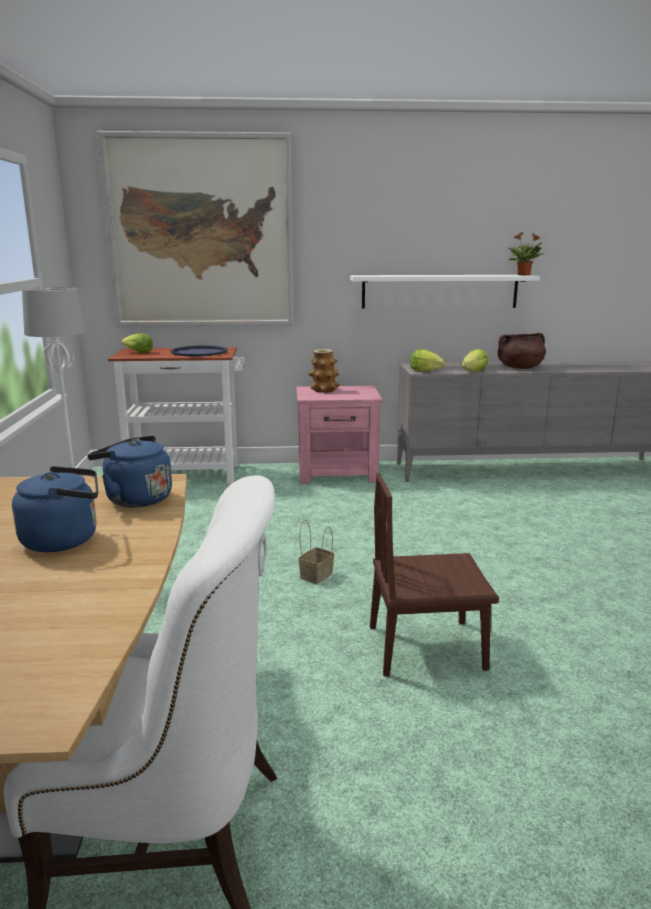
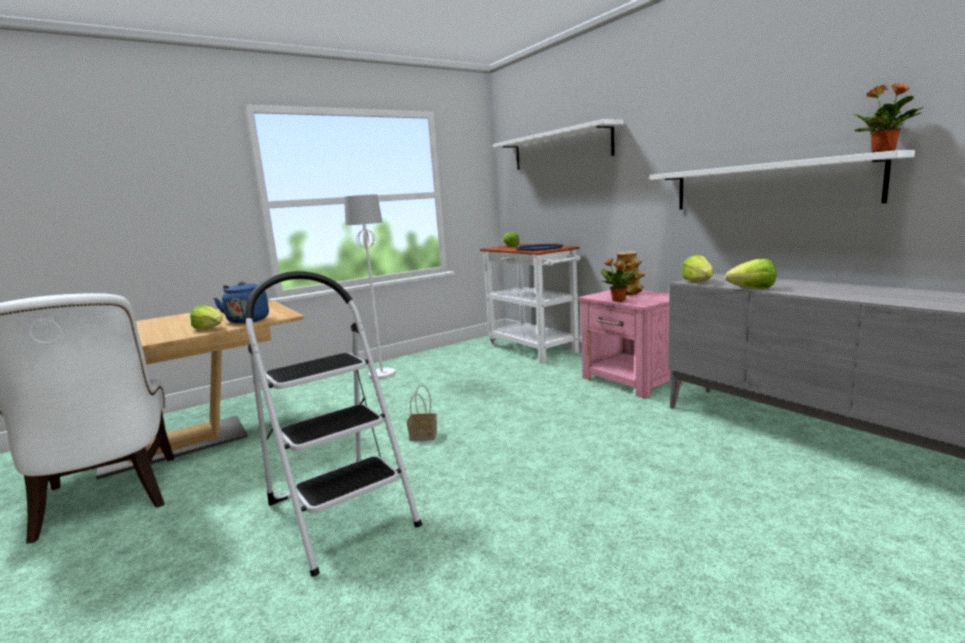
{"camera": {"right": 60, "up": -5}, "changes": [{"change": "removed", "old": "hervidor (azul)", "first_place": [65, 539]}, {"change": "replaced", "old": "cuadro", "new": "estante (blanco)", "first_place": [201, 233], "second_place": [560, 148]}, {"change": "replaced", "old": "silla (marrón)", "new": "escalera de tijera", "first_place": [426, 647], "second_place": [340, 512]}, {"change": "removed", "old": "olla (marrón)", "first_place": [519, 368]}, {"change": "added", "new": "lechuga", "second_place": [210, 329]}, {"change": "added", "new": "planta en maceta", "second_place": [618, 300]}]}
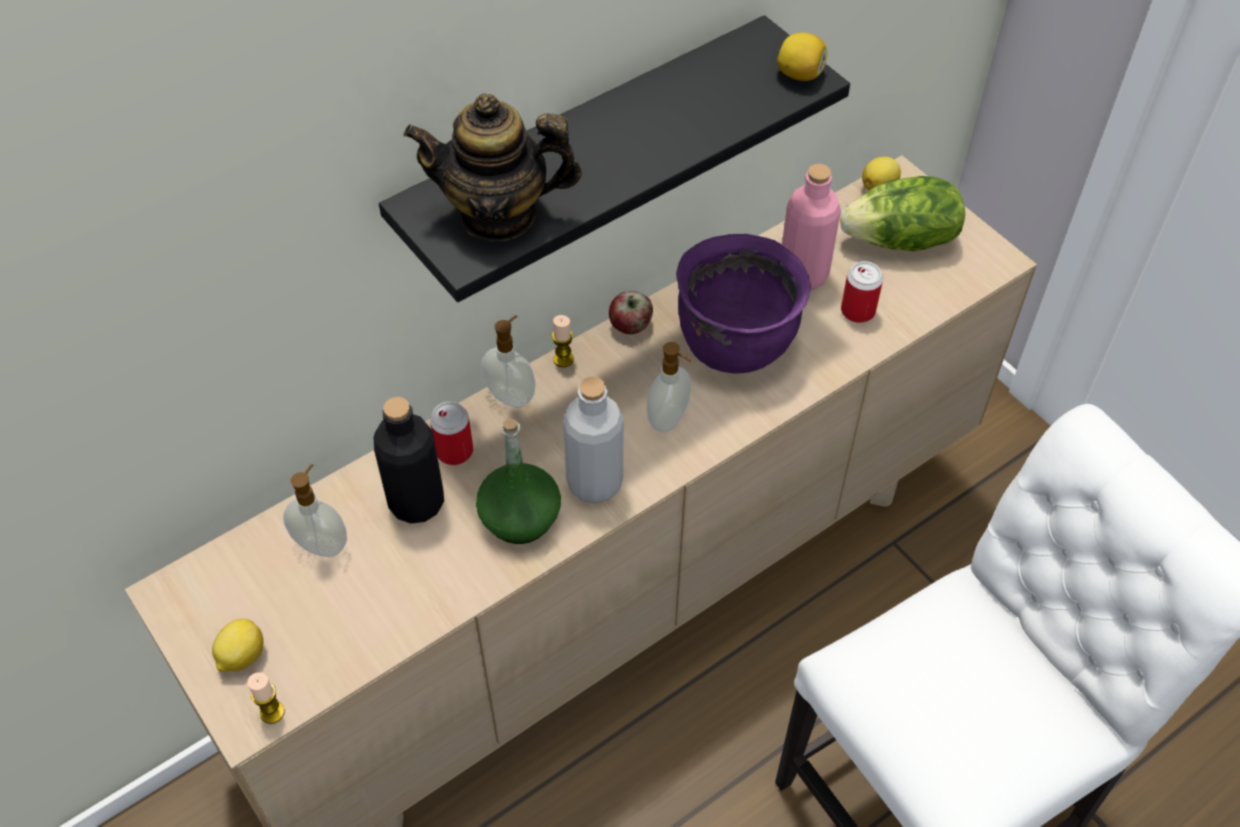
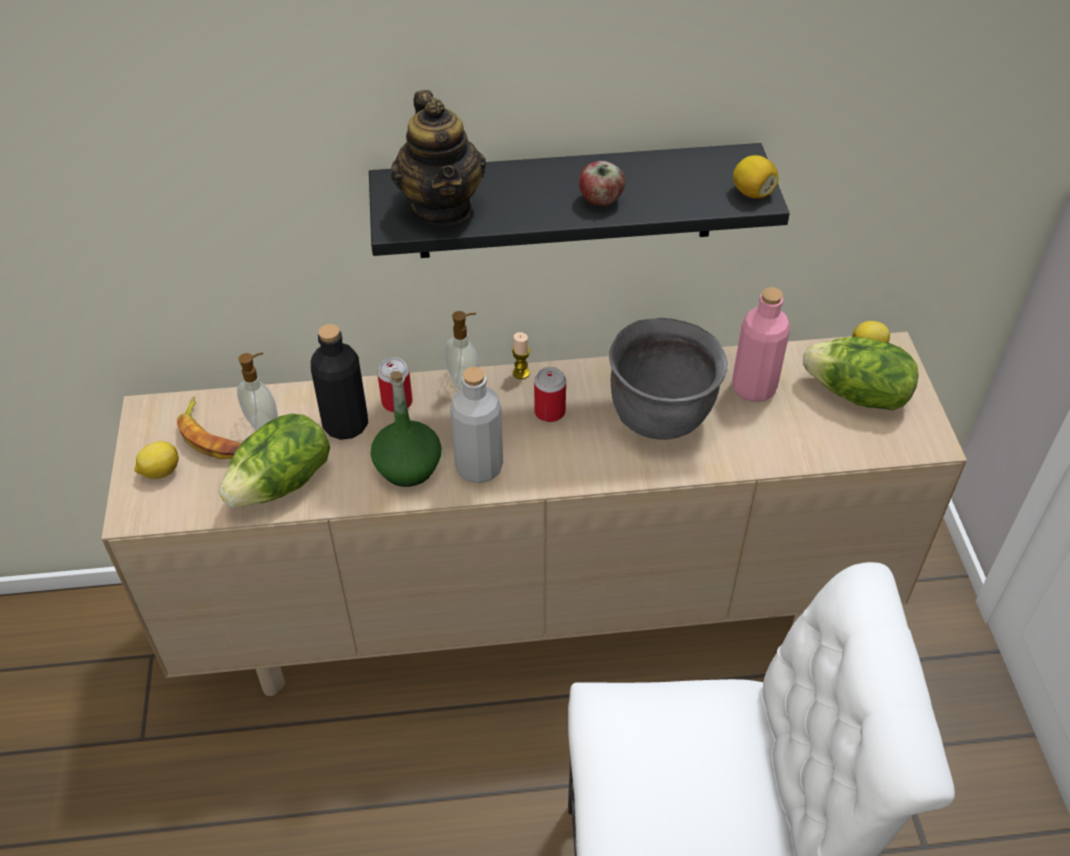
{"camera": {"right": 30, "up": -5}, "changes": [{"change": "removed", "old": "vela", "first_place": [272, 712]}, {"change": "turned", "old": "tetera", "first_place": [498, 214], "second_place": [442, 207], "degrees": -135}, {"change": "moved", "old": "manzana", "first_place": [630, 326], "second_place": [600, 200]}, {"change": "removed", "old": "dispensador de jabón", "first_place": [669, 419]}, {"change": "recoloured", "old": "olla (morado)", "new": "olla (gris)", "first_place": [735, 343], "second_place": [661, 415]}, {"change": "moved", "old": "lata", "first_place": [858, 311], "second_place": [549, 412]}, {"change": "added", "new": "plátano", "second_place": [213, 436]}, {"change": "added", "new": "lechuga", "second_place": [282, 483]}]}
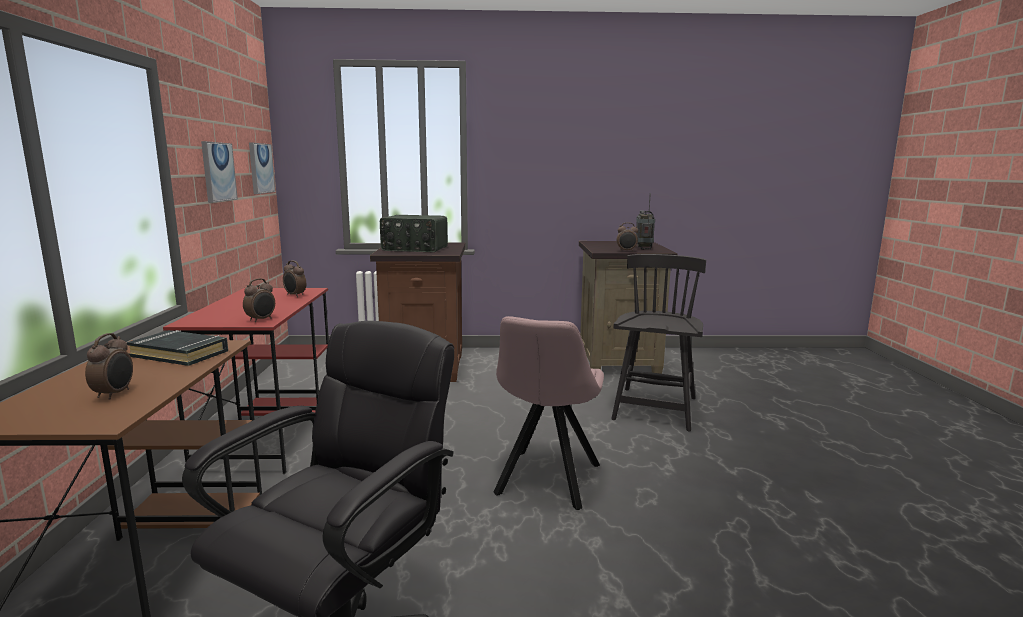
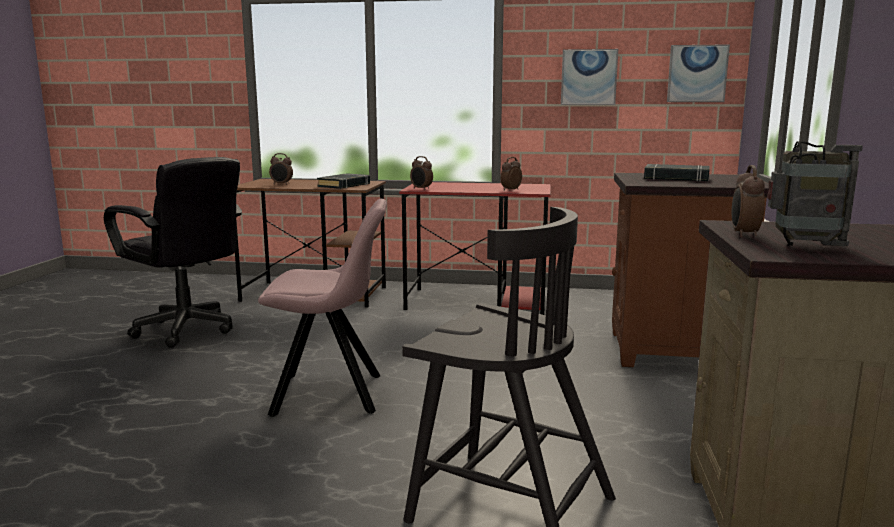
{"camera": {"right": 100, "up": 0}, "changes": [{"change": "replaced", "old": "radio", "new": "libro (negro)", "first_place": [414, 249], "second_place": [676, 178]}, {"change": "turned", "old": "silla (rosa)", "first_place": [547, 479], "second_place": [329, 394], "degrees": 150}]}
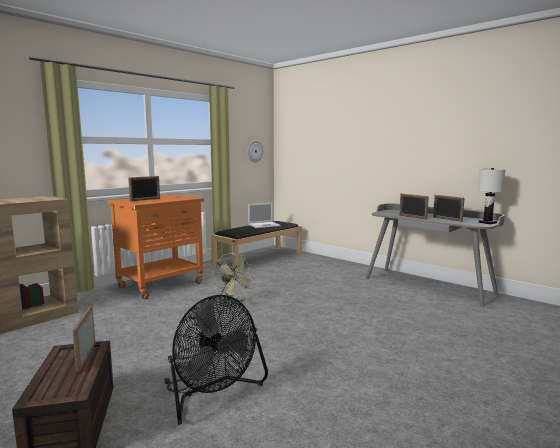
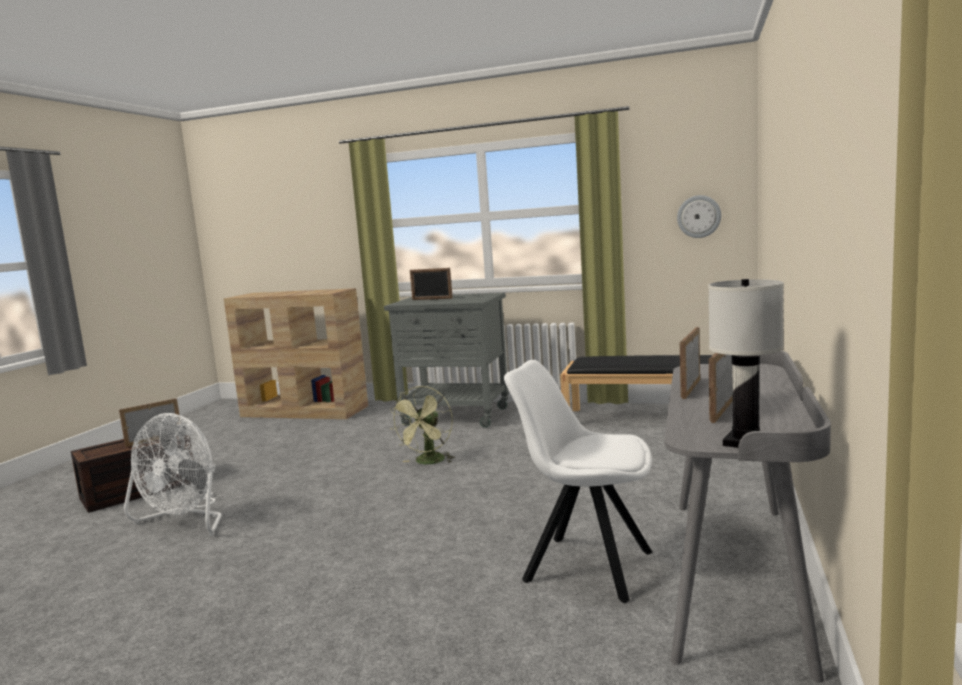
{"camera": {"right": 65, "up": 0}, "changes": [{"change": "recoloured", "old": "carrito (naranja)", "new": "carrito (gris)", "first_place": [161, 285], "second_place": [457, 417]}, {"change": "recoloured", "old": "ventilador (negro)", "new": "ventilador (blanco)", "first_place": [209, 395], "second_place": [186, 519]}, {"change": "removed", "old": "portátil", "first_place": [264, 225]}, {"change": "added", "new": "silla (blanco)", "second_place": [587, 567]}]}
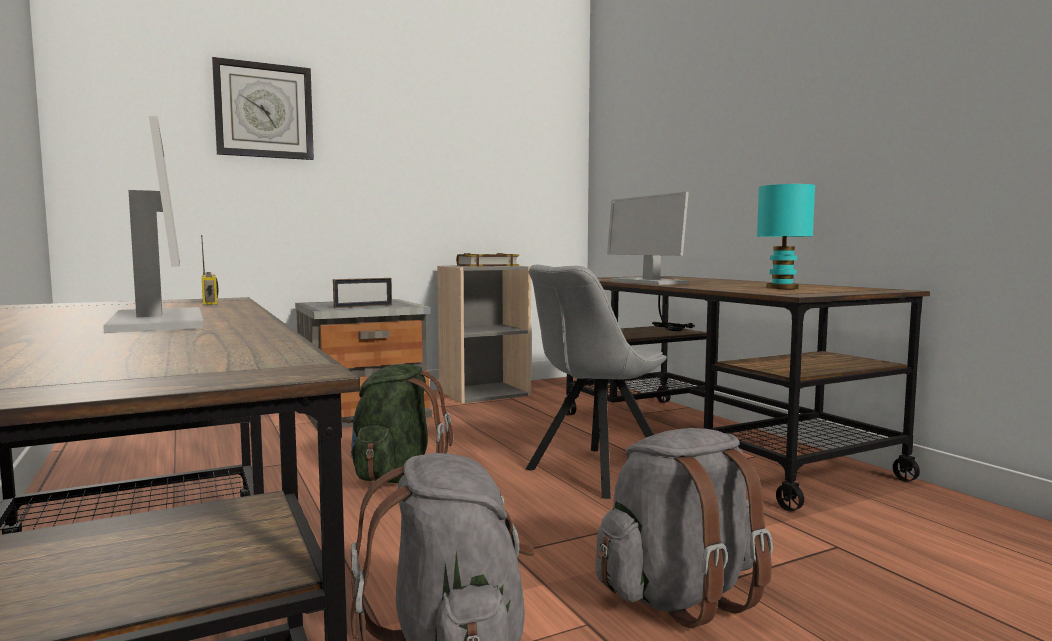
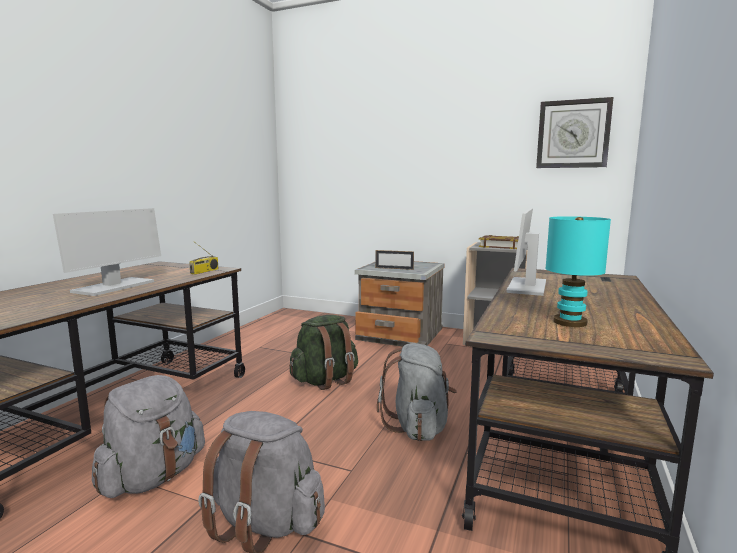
{"camera": {"right": 50, "up": 5}, "changes": [{"change": "moved", "old": "reloj de pared", "first_place": [264, 111], "second_place": [573, 134]}, {"change": "replaced", "old": "silla (gris)", "new": "mochila (gris)", "first_place": [596, 472], "second_place": [418, 427]}]}
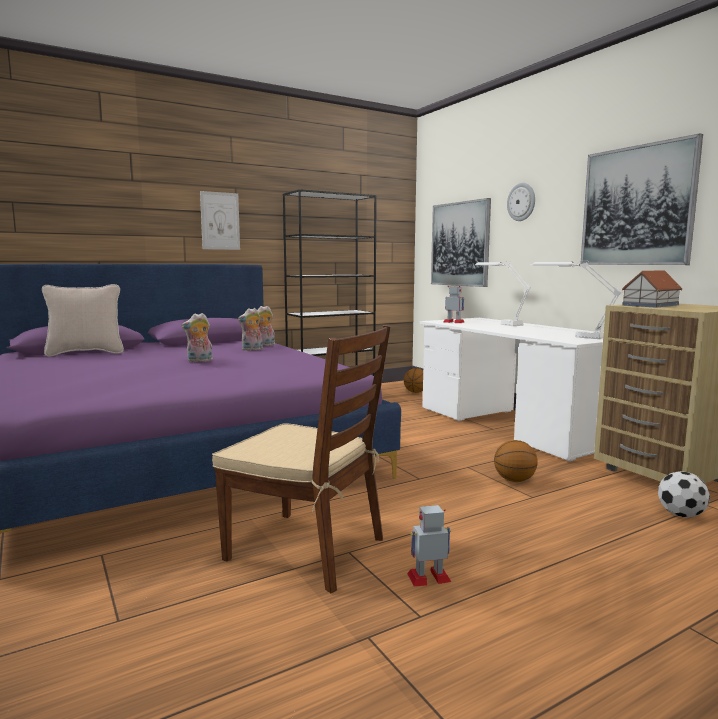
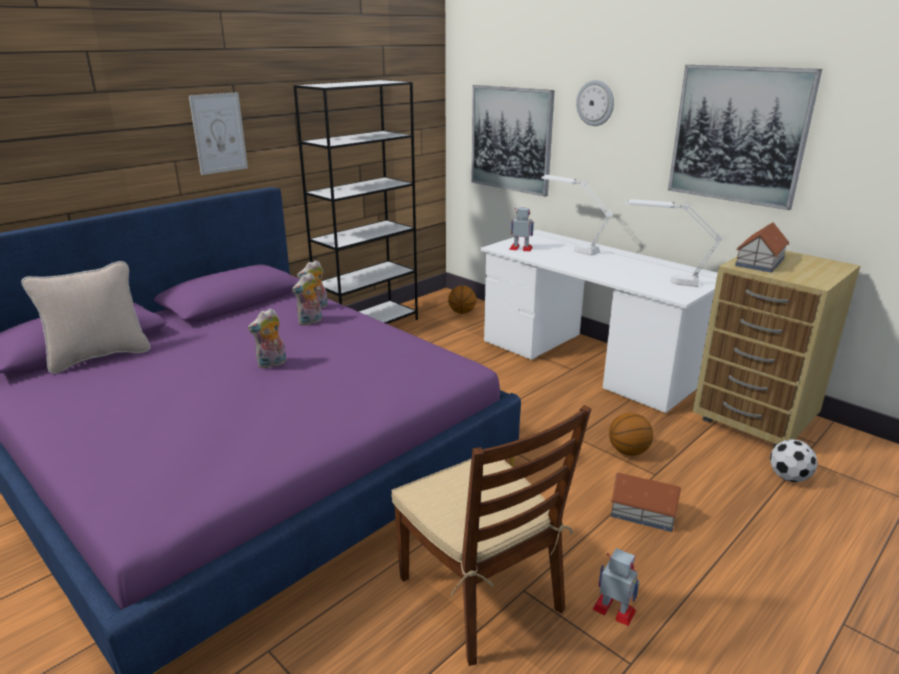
{"camera": {"right": -15, "up": 15}, "changes": [{"change": "turned", "old": "silla (marrón)", "first_place": [307, 549], "second_place": [481, 594], "degrees": 45}, {"change": "turned", "old": "robot de juguete", "first_place": [429, 577], "second_place": [614, 610], "degrees": 60}, {"change": "added", "new": "casita", "second_place": [644, 512]}]}
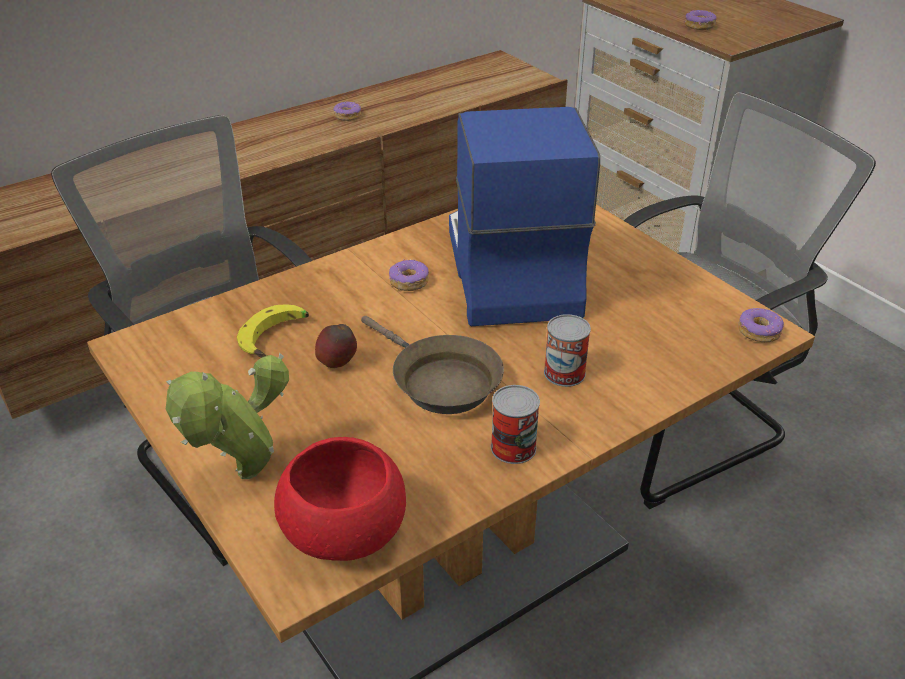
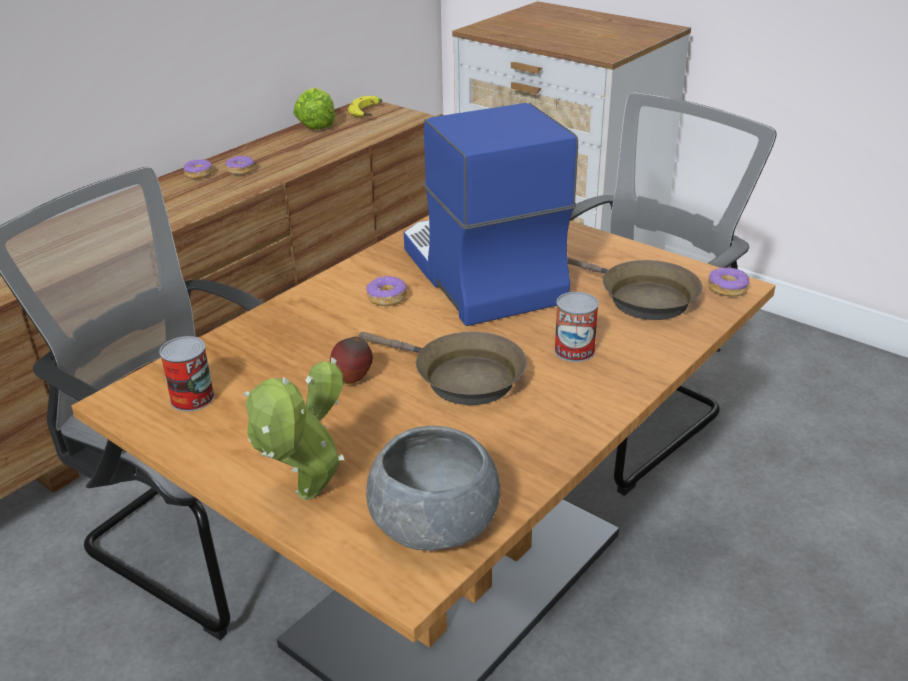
{"camera": {"right": -15, "up": -5}, "changes": [{"change": "moved", "old": "plátano", "first_place": [277, 339], "second_place": [369, 112]}, {"change": "recoloured", "old": "cuenco (rojo)", "new": "cuenco (gris)", "first_place": [344, 533], "second_place": [435, 526]}, {"change": "moved", "old": "lata", "first_place": [513, 447], "second_place": [192, 398]}, {"change": "moved", "old": "rosquilla", "first_place": [699, 26], "second_place": [198, 174]}, {"change": "added", "new": "lechuga", "second_place": [316, 124]}, {"change": "added", "new": "sartén (marrón)", "second_place": [641, 298]}]}
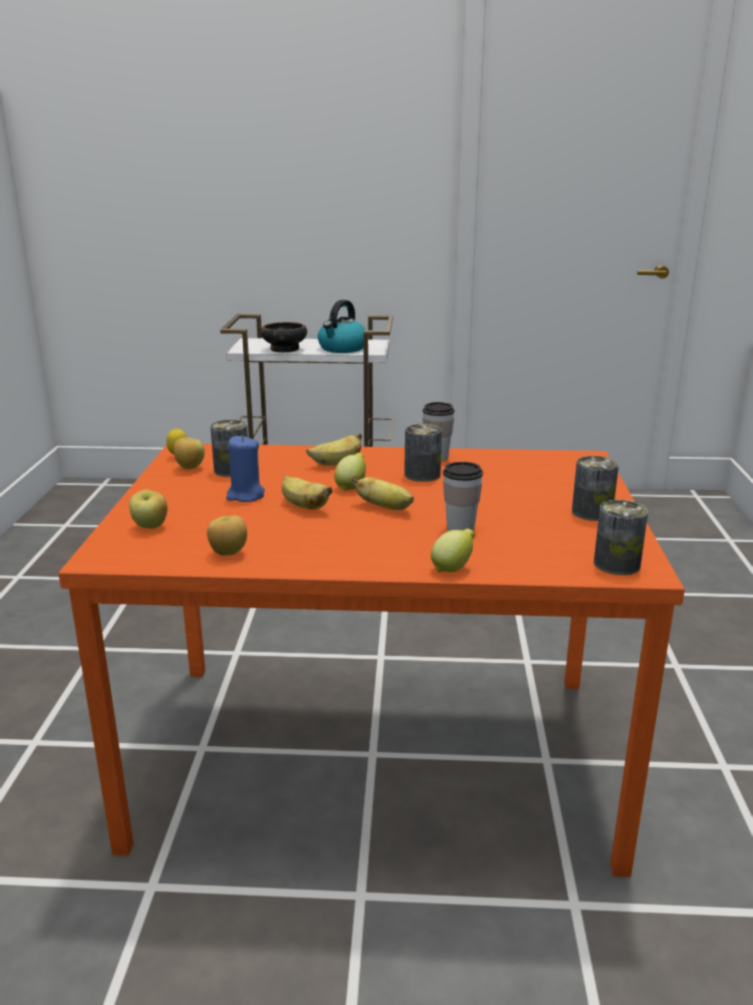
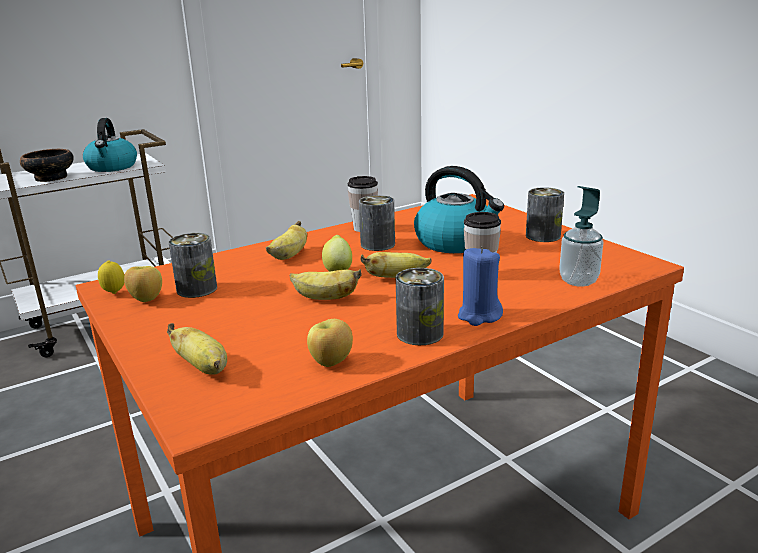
{"camera": {"right": -35, "up": 0}, "changes": [{"change": "replaced", "old": "manzana", "new": "plátano", "first_place": [150, 526], "second_place": [203, 368]}, {"change": "moved", "old": "vela (azul)", "first_place": [245, 495], "second_place": [479, 315]}, {"change": "removed", "old": "limón", "first_place": [453, 568]}, {"change": "moved", "old": "lata", "first_place": [616, 564], "second_place": [420, 334]}, {"change": "added", "new": "hervidor", "second_place": [456, 242]}, {"change": "added", "new": "dispensador de jabón", "second_place": [578, 281]}]}
